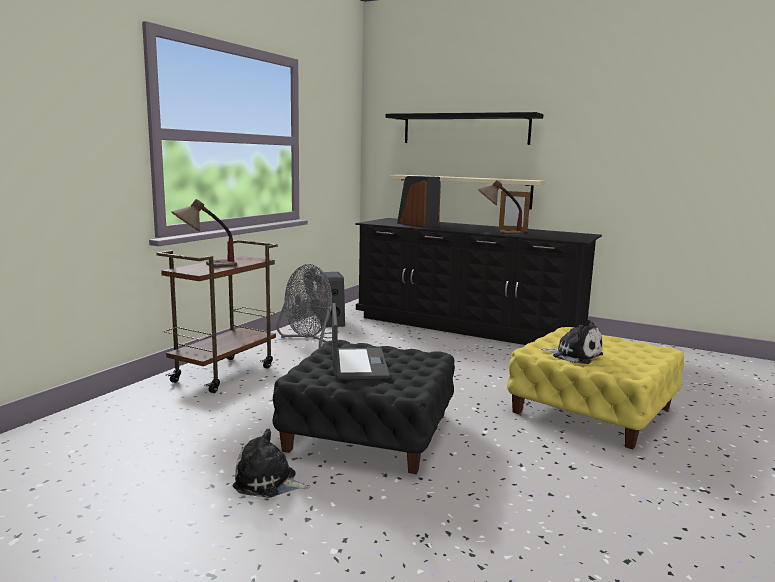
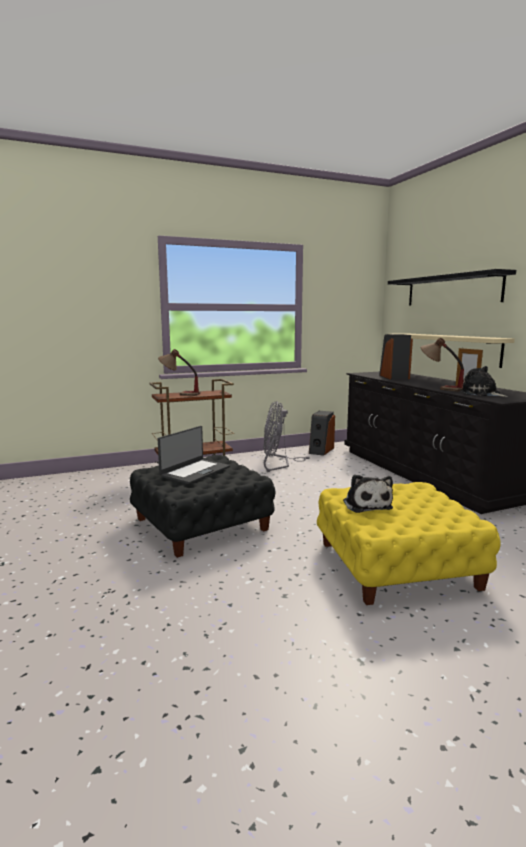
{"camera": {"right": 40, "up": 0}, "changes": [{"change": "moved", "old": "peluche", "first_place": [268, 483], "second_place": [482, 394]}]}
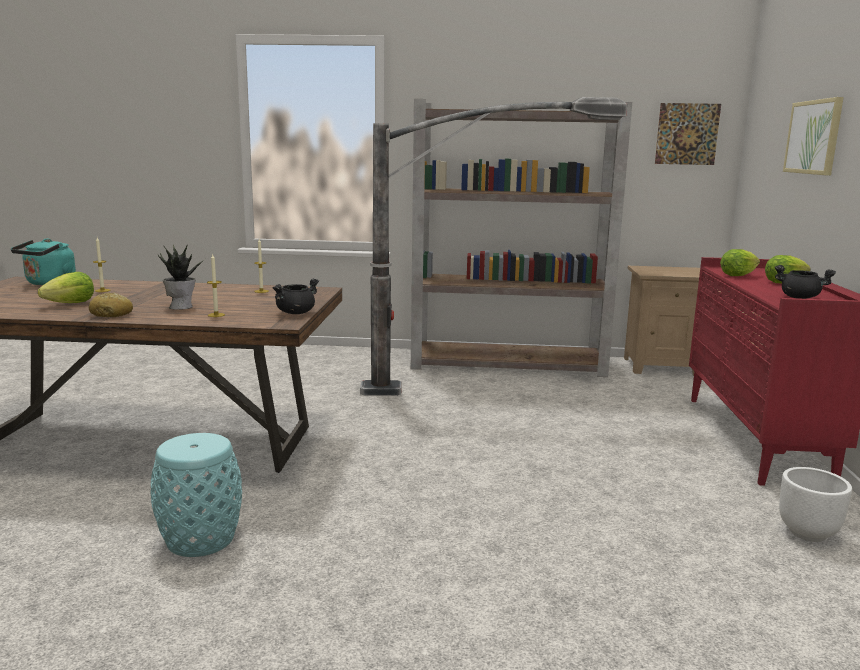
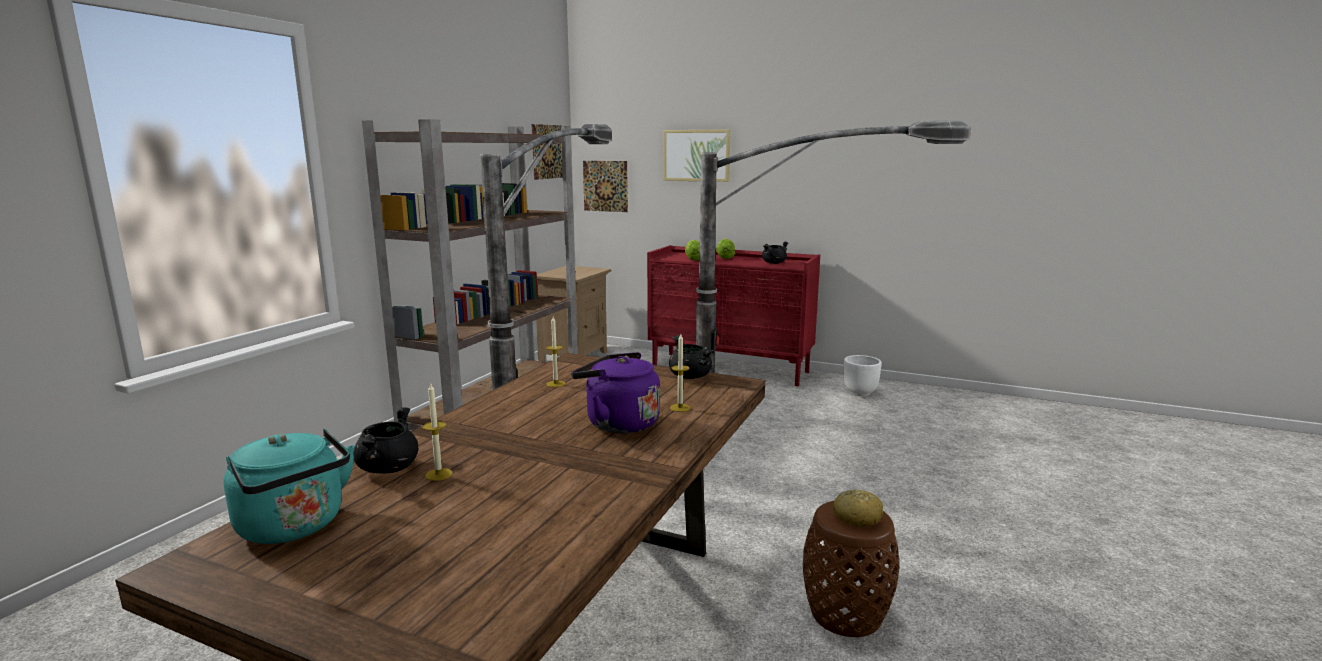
{"camera": {"right": -70, "up": 0}, "changes": [{"change": "removed", "old": "lechuga", "first_place": [71, 304]}, {"change": "moved", "old": "pan", "first_place": [112, 314], "second_place": [857, 517]}, {"change": "recoloured", "old": "taburete (turquesa)", "new": "taburete (marrón)", "first_place": [200, 540], "second_place": [846, 615]}, {"change": "replaced", "old": "planta en maceta", "new": "hervidor (morado)", "first_place": [181, 306], "second_place": [618, 423]}, {"change": "added", "new": "olla (negro)", "second_place": [388, 468]}, {"change": "added", "new": "cuadro", "second_place": [605, 186]}, {"change": "added", "new": "lámpara de pie", "second_place": [806, 421]}]}
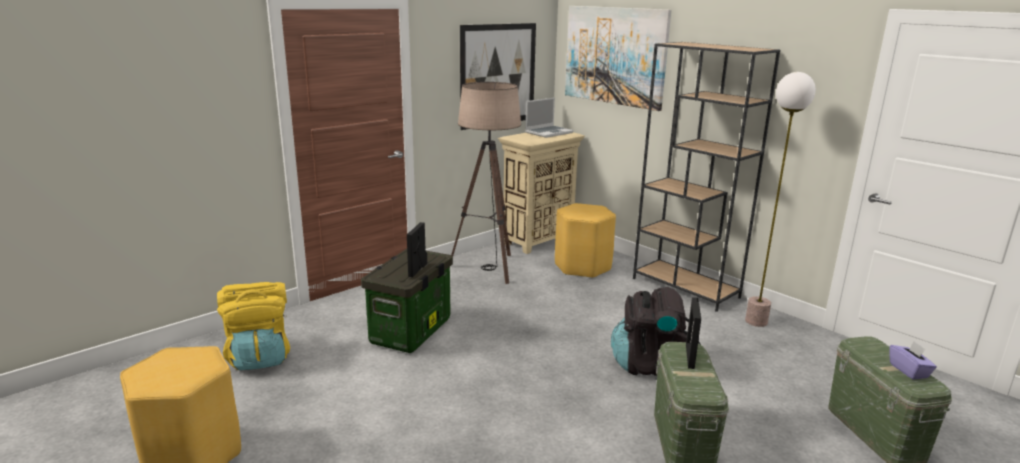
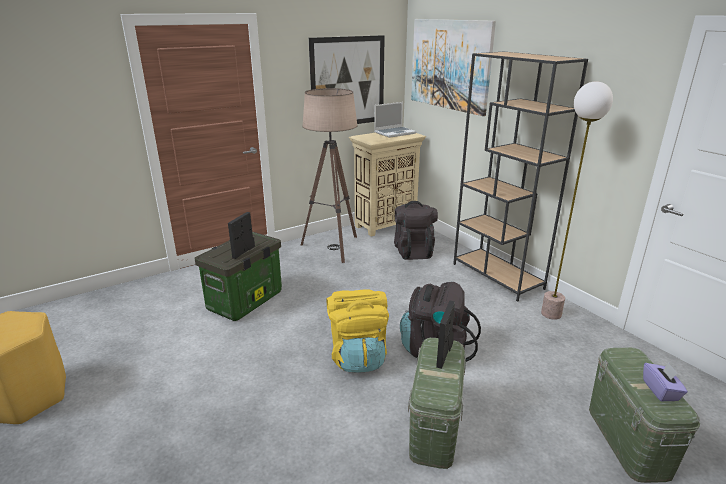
{"camera": {"right": 10, "up": 5}, "changes": [{"change": "moved", "old": "mochila (amarillo)", "first_place": [260, 357], "second_place": [358, 356]}, {"change": "replaced", "old": "taburete (amarillo)", "new": "mochila (negro)", "first_place": [582, 267], "second_place": [413, 251]}]}
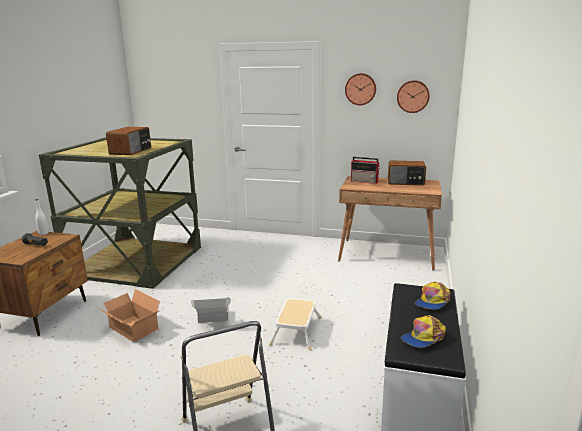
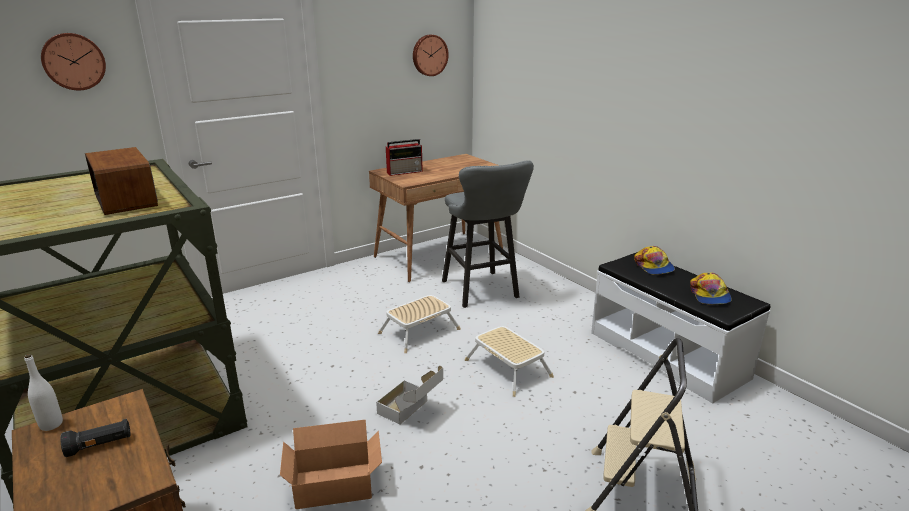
{"camera": {"right": -50, "up": 5}, "changes": [{"change": "moved", "old": "reloj de pared", "first_place": [360, 89], "second_place": [73, 61]}, {"change": "removed", "old": "radio", "first_place": [406, 182]}, {"change": "added", "new": "escalera de tijera (beis)", "second_place": [419, 331]}, {"change": "added", "new": "taburete (gris)", "second_place": [483, 293]}]}
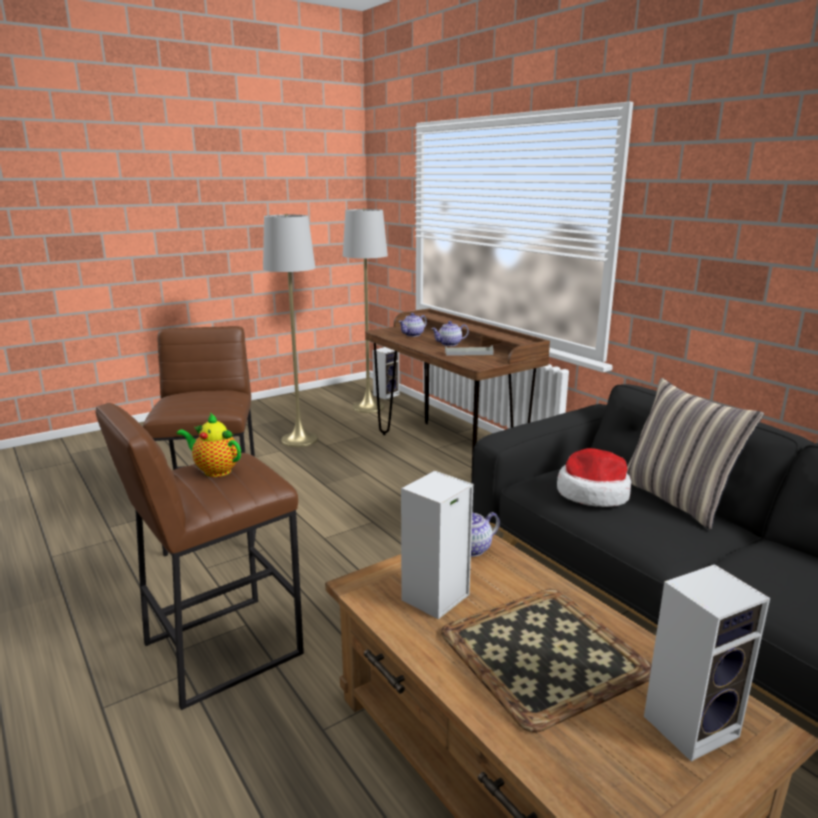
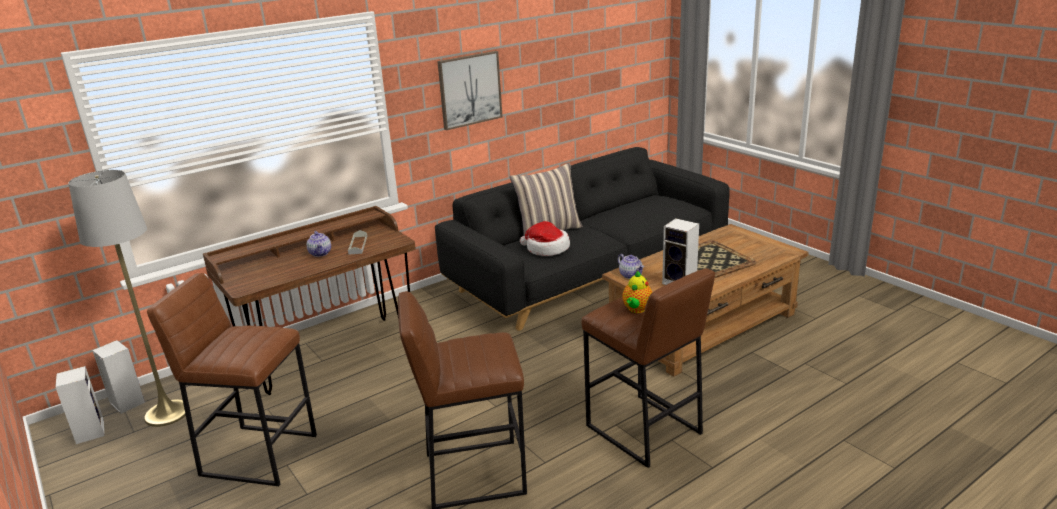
{"camera": {"right": -90, "up": 5}, "changes": [{"change": "replaced", "old": "lámpara de pie (gris)", "new": "taburete (marrón)", "first_place": [299, 440], "second_place": [257, 454]}, {"change": "removed", "old": "tetera", "first_place": [412, 335]}, {"change": "moved", "old": "altavoz", "first_place": [691, 724], "second_place": [89, 432]}, {"change": "added", "new": "cuadro", "second_place": [469, 89]}]}
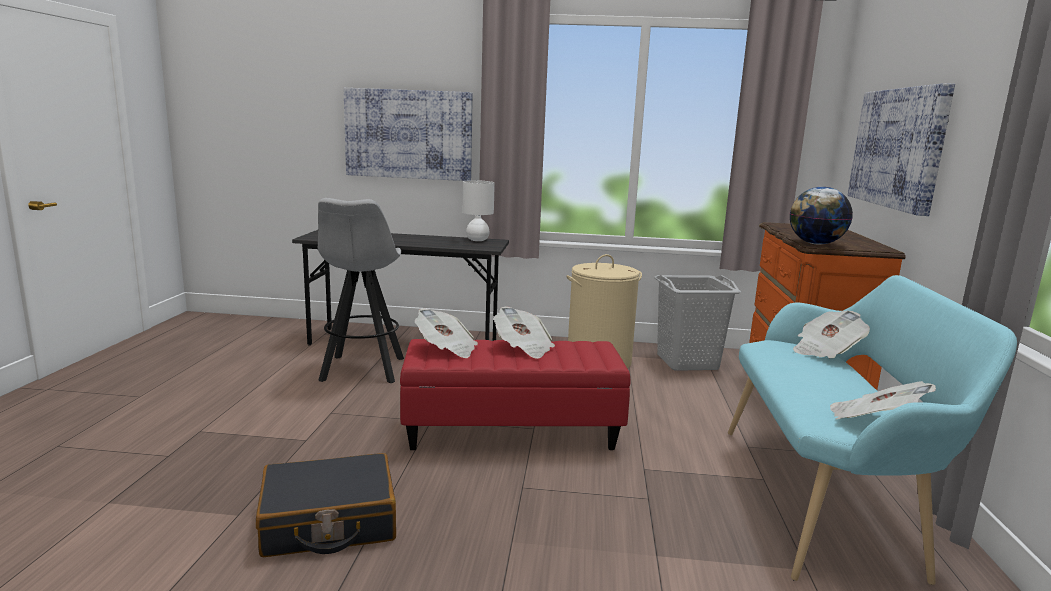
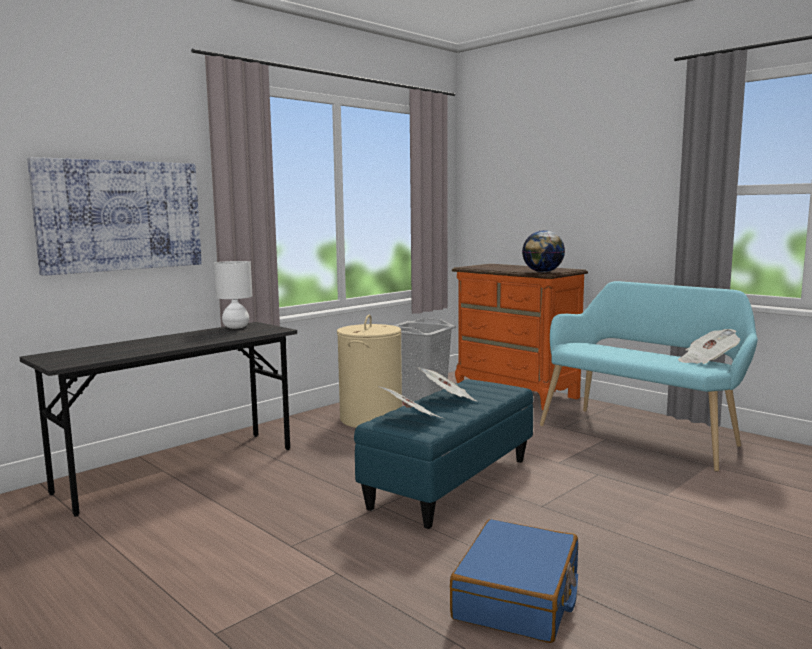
{"camera": {"right": -50, "up": -5}, "changes": [{"change": "recoloured", "old": "maleta (negro)", "new": "maleta (azul)", "first_place": [329, 522], "second_place": [518, 597]}, {"change": "removed", "old": "taburete (gris)", "first_place": [362, 370]}, {"change": "recoloured", "old": "puf (rojo)", "new": "puf (azul)", "first_place": [511, 434], "second_place": [452, 484]}, {"change": "removed", "old": "periódico", "first_place": [825, 351]}, {"change": "removed", "old": "cuadro", "first_place": [899, 148]}]}
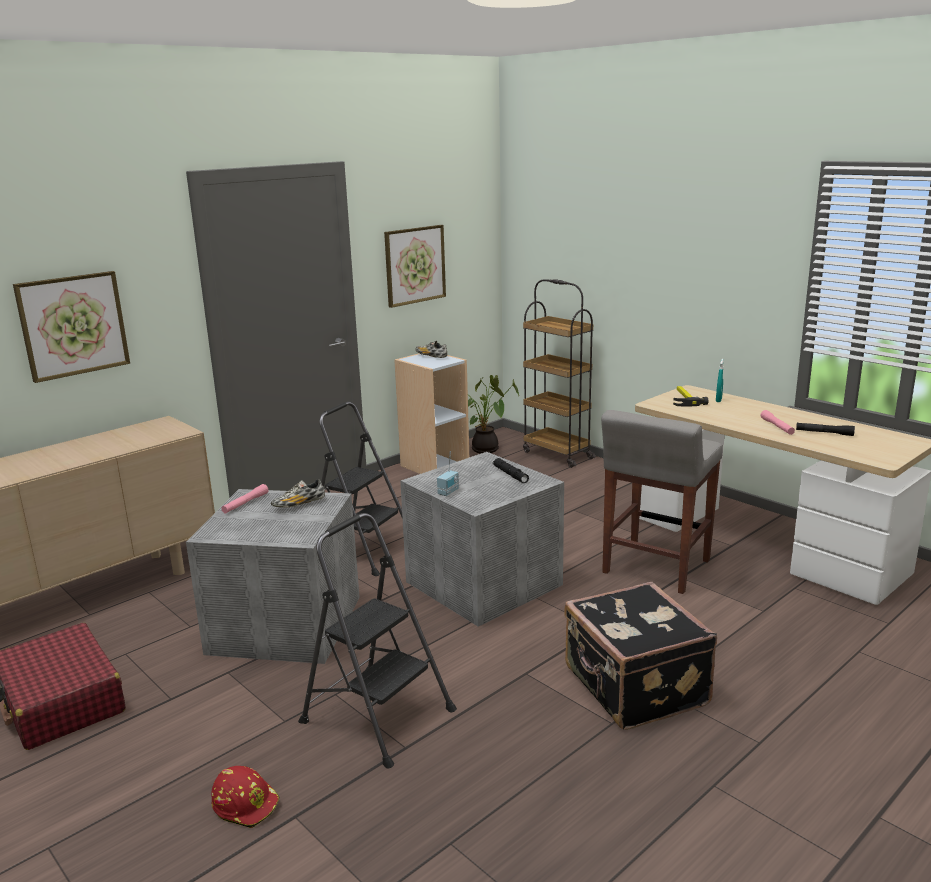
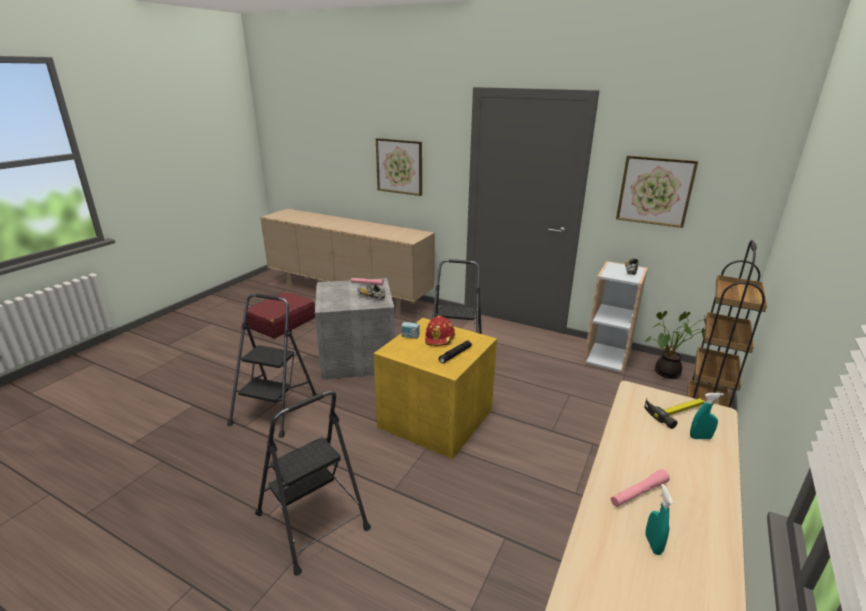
{"camera": {"right": 70, "up": 5}, "changes": [{"change": "moved", "old": "casco (rojo)", "first_place": [246, 804], "second_place": [440, 338]}, {"change": "recoloured", "old": "caja de almacenaje (gris)", "new": "caja de almacenaje (amarillo)", "first_place": [481, 583], "second_place": [435, 417]}, {"change": "replaced", "old": "maleta (negro)", "new": "escalera de tijera (negro)", "first_place": [633, 688], "second_place": [313, 522]}, {"change": "removed", "old": "taburete (gris)", "first_place": [655, 567]}, {"change": "replaced", "old": "linterna (negro)", "new": "pulverizador (turquesa)", "first_place": [824, 433], "second_place": [653, 544]}]}
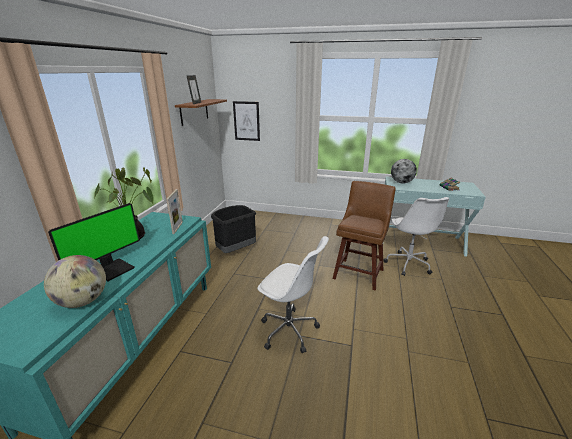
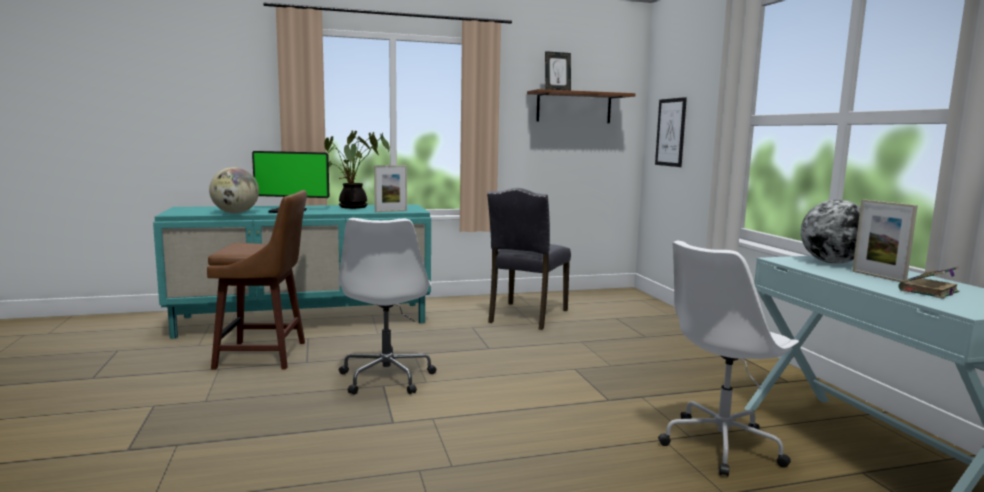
{"camera": {"right": 60, "up": -15}, "changes": [{"change": "replaced", "old": "papelera (negro)", "new": "silla (gris)", "first_place": [235, 251], "second_place": [526, 316]}, {"change": "moved", "old": "silla (marrón)", "first_place": [359, 272], "second_place": [266, 355]}, {"change": "added", "new": "portarretratos", "second_place": [878, 277]}]}
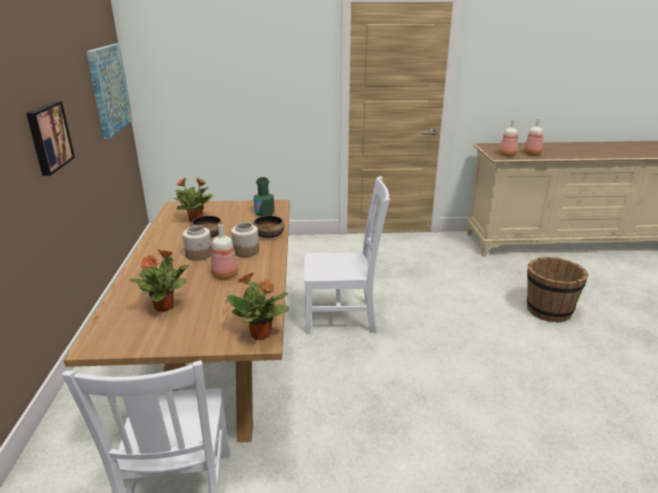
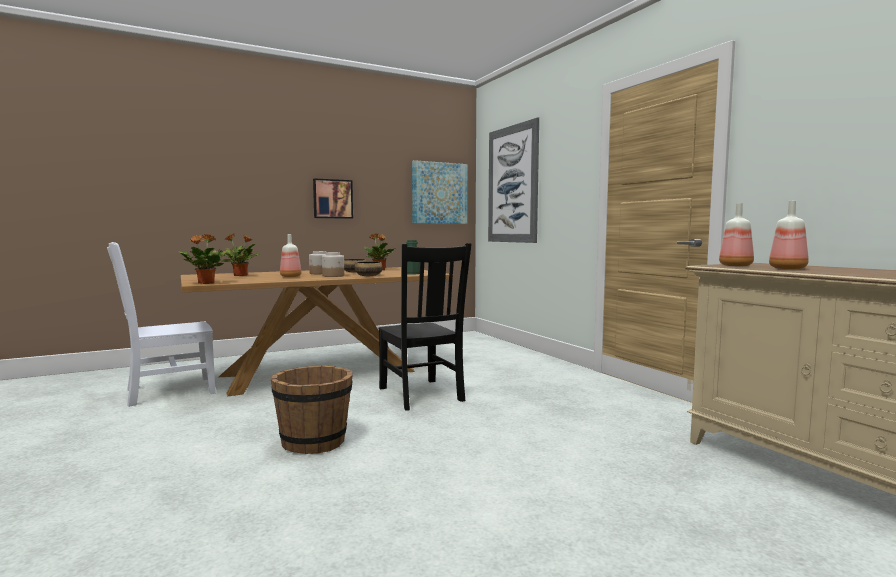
{"camera": {"right": 65, "up": -20}, "changes": [{"change": "recoloured", "old": "silla (blanco)", "new": "silla (negro)", "first_place": [343, 317], "second_place": [421, 395]}, {"change": "moved", "old": "cubo (marrón)", "first_place": [548, 310], "second_place": [314, 441]}, {"change": "added", "new": "cuadro", "second_place": [512, 184]}]}
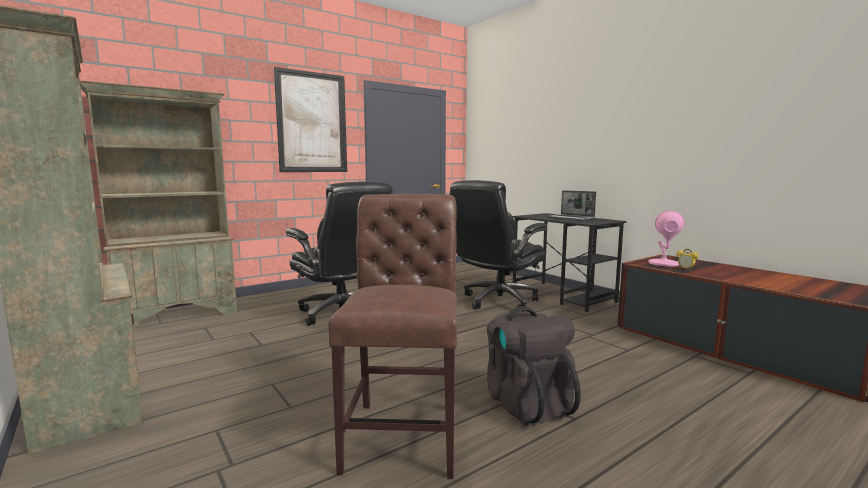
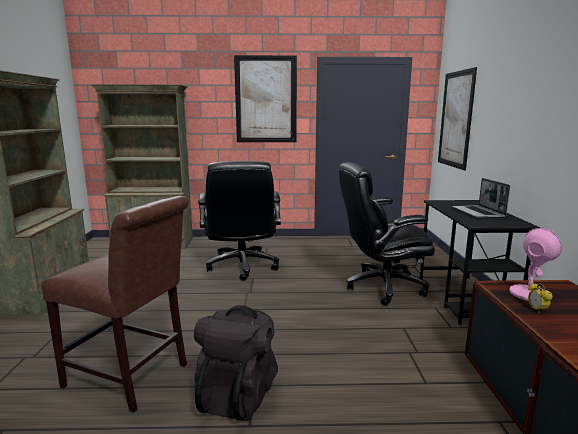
{"camera": {"right": 35, "up": 5}, "changes": [{"change": "turned", "old": "silla (marrón)", "first_place": [404, 431], "second_place": [131, 377], "degrees": 75}, {"change": "added", "new": "cuadro", "second_place": [455, 119]}]}
